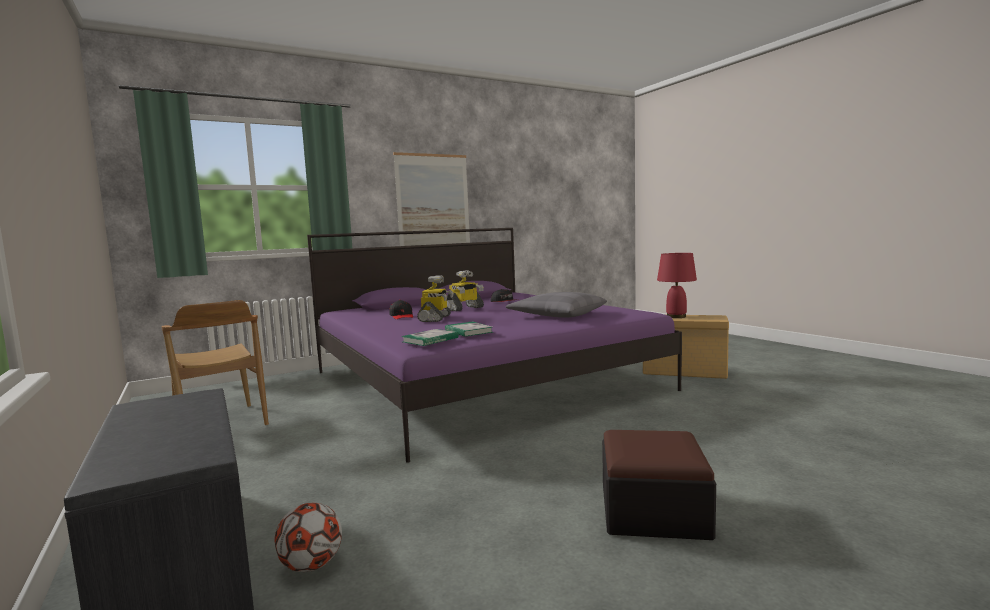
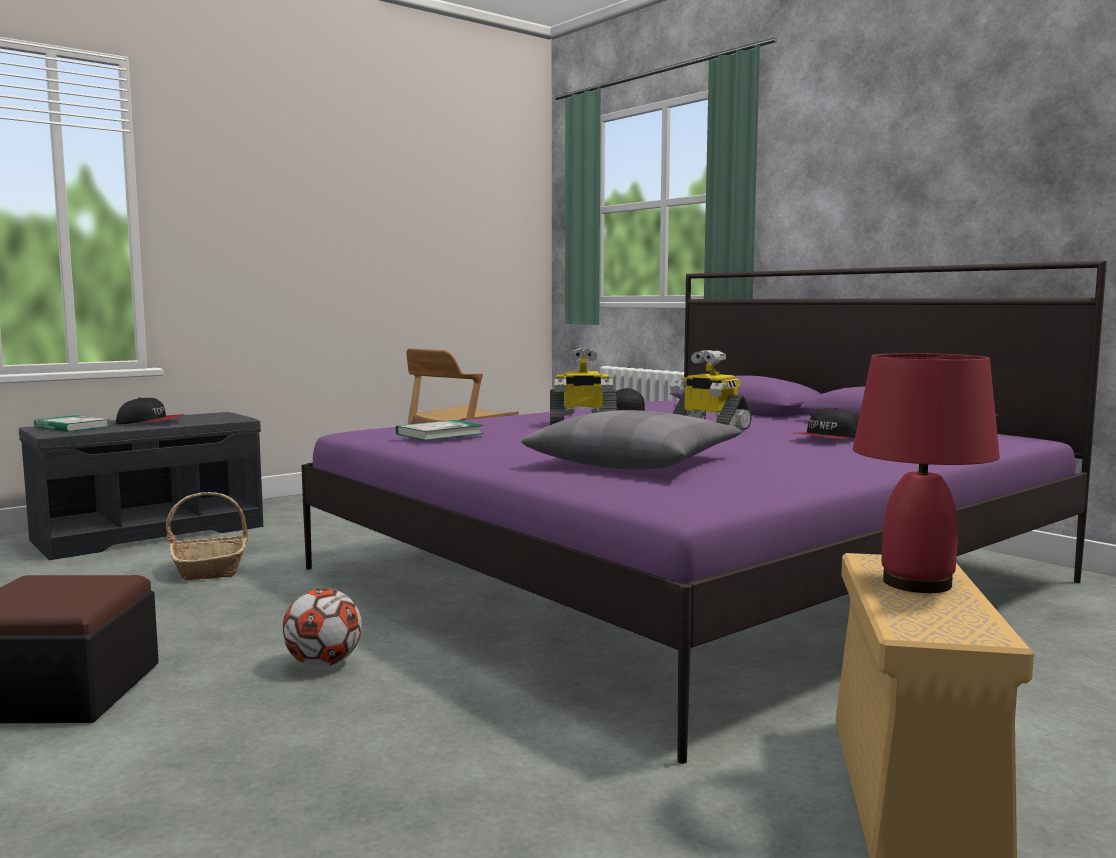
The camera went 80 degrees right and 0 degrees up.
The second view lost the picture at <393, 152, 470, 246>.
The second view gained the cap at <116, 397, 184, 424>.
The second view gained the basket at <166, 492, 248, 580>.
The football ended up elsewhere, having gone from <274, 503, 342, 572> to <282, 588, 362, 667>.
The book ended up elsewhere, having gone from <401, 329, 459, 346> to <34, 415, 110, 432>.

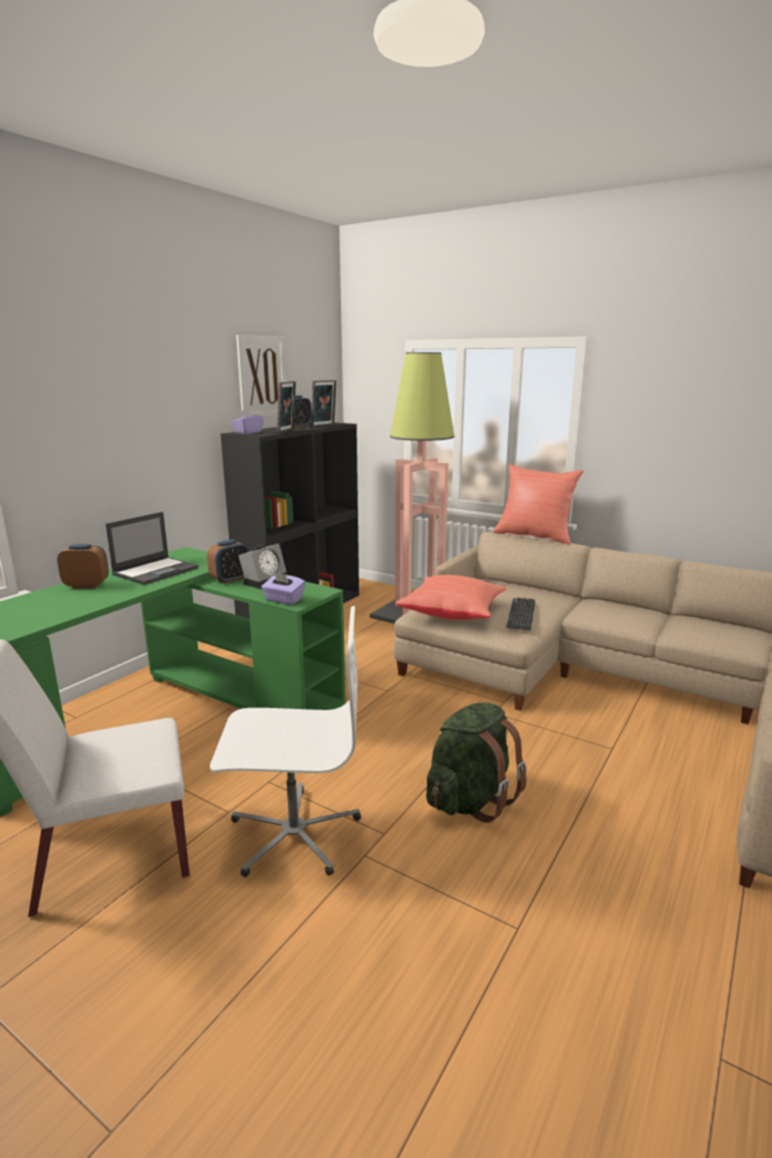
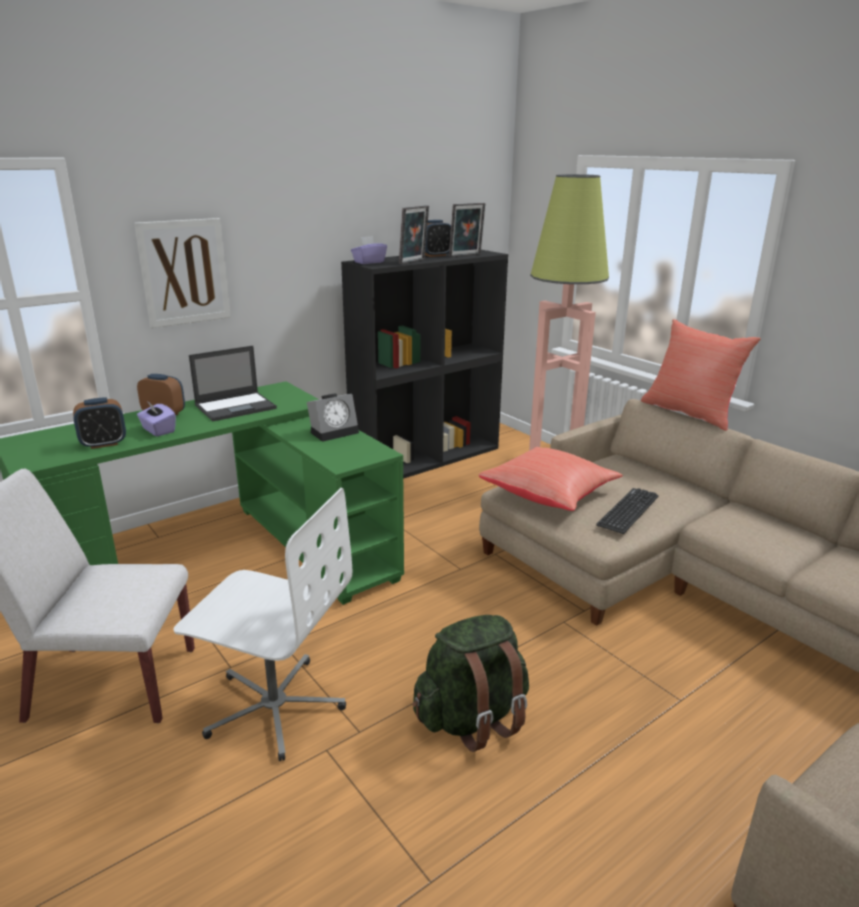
The camera went 20 degrees right and 5 degrees up.
The alarm clock ended up elsewhere, having gone from <207, 539, 249, 584> to <73, 397, 126, 449>.
The picture ended up elsewhere, having gone from <236, 335, 285, 417> to <134, 218, 231, 328>.
The purple tissue box ended up elsewhere, having gone from <261, 572, 305, 605> to <137, 401, 176, 437>.

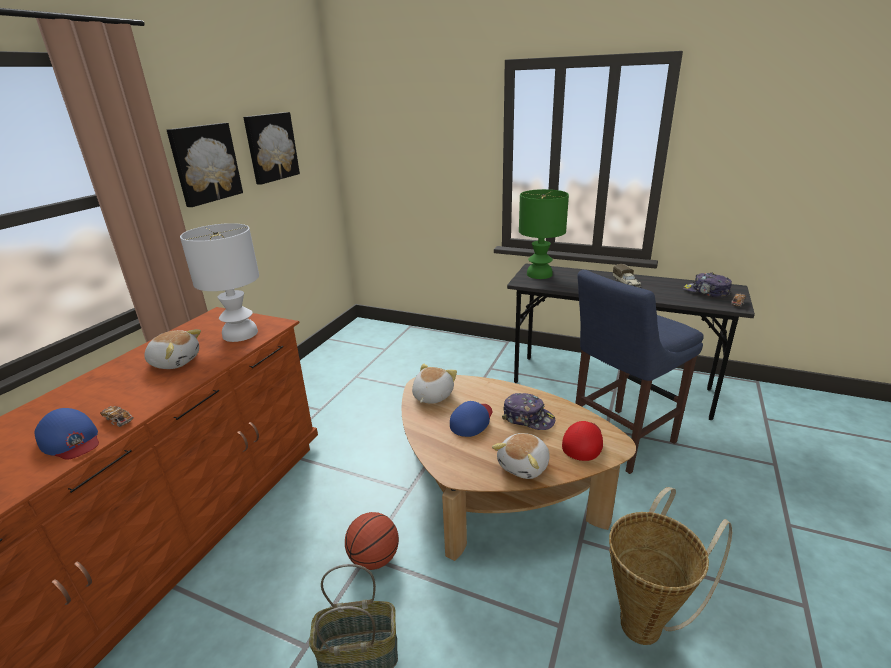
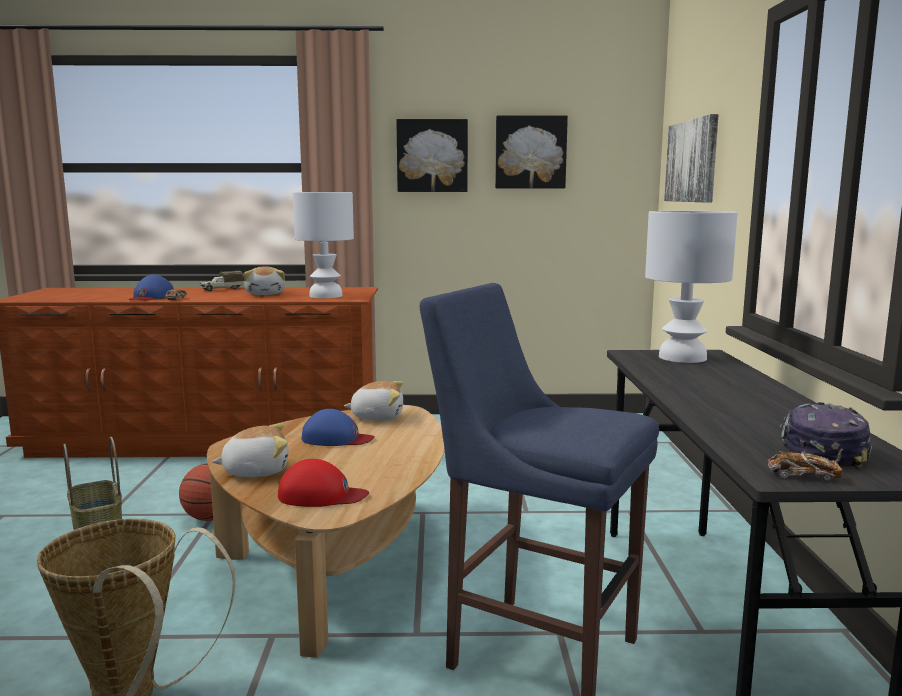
The camera went 65 degrees right and 15 degrees down.
The second view lost the cap at <502, 393, 555, 430>.
The second view gained the picture at <664, 114, 718, 202>.
The toy truck ended up elsewhere, having gone from <613, 264, 641, 288> to <200, 271, 243, 291>.
What was the green table lamp at <519, 189, 569, 279> turned into the white table lamp at <645, 211, 738, 363>.
The plush toy at <492, 433, 550, 479> ended up facing another way, 150 degrees clockwise from before.

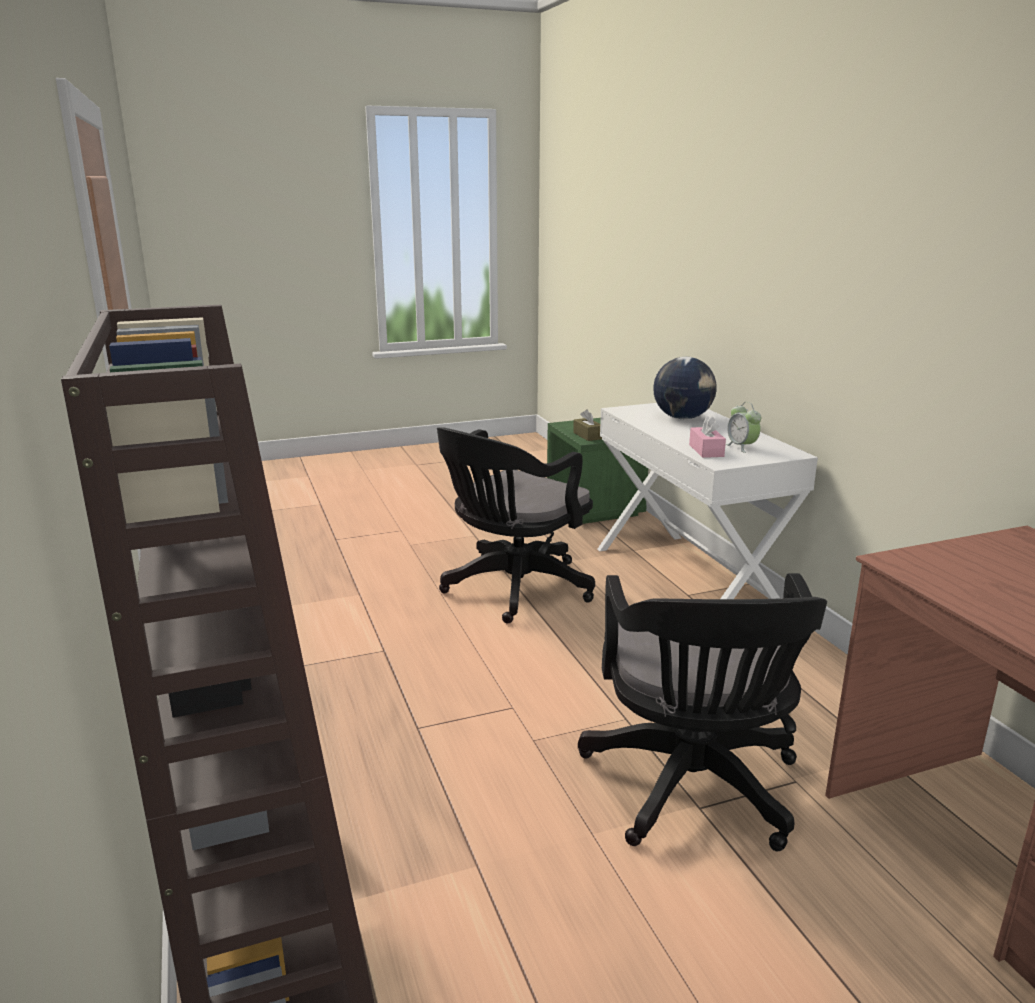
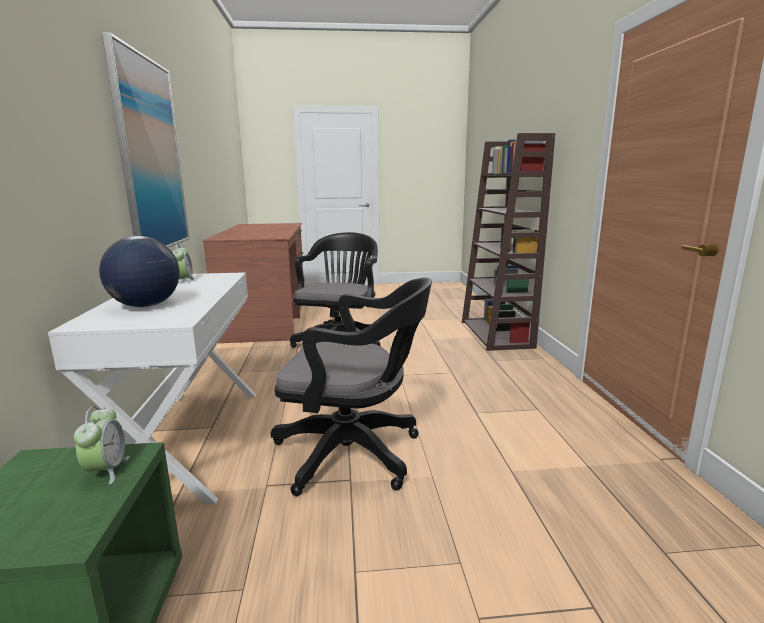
The camera went 165 degrees left and 5 degrees down.
The second view lost the pink tissue box at <689, 416, 726, 458>.
The second view gained the picture at <102, 32, 189, 248>.
Where the brown tissue box stood at <573, 409, 602, 441>, the alarm clock came to stand at <74, 406, 129, 484>.
The black office chair at <437, 427, 595, 624> ended up facing another way, 45 degrees clockwise from before.

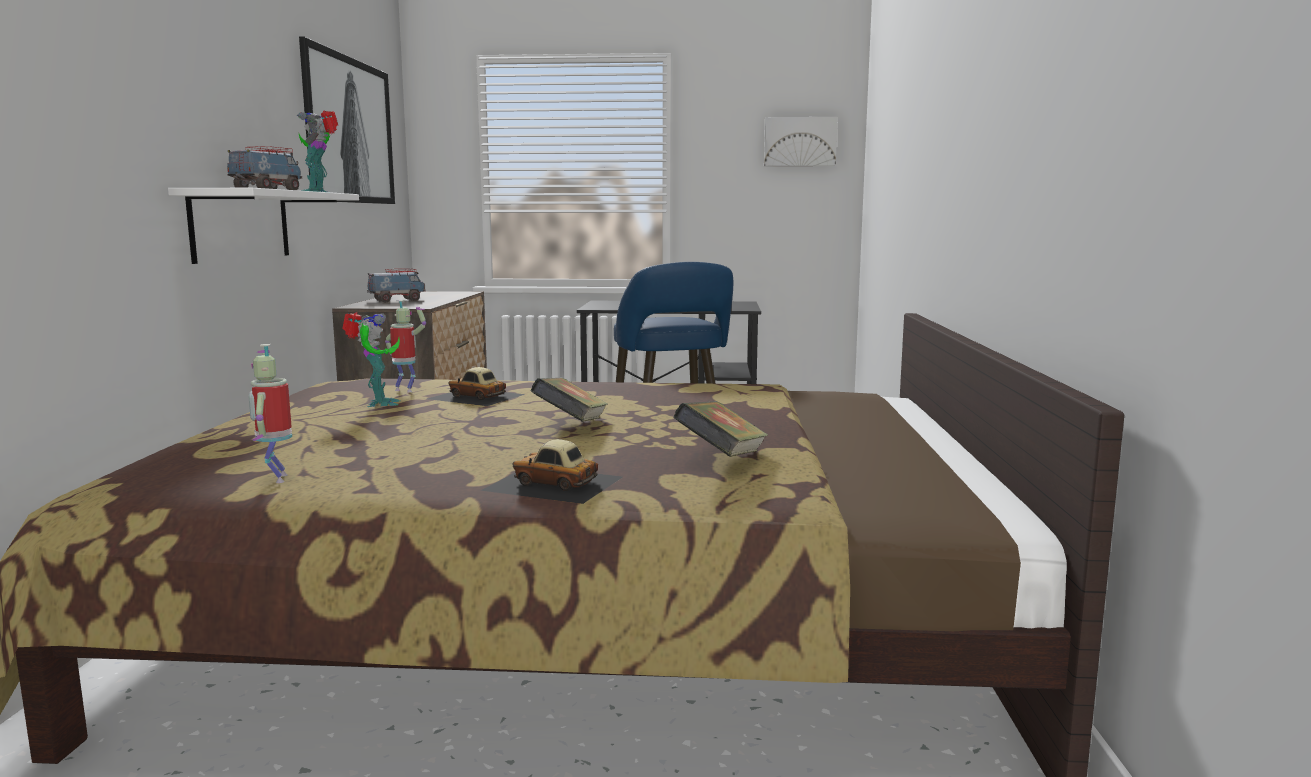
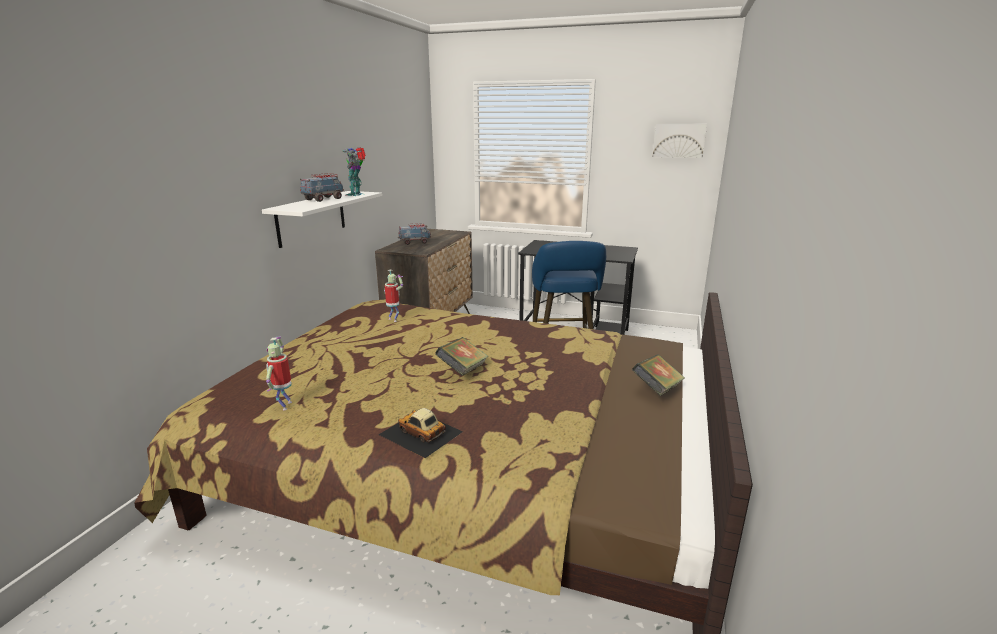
The camera went 15 degrees right and 10 degrees up.
The second view lost the picture at <299, 36, 395, 204>.
The second view lost the toy robot at <342, 312, 400, 407>.
The second view lost the toy car at <427, 367, 525, 406>.
The book ended up elsewhere, having gone from <674, 401, 768, 457> to <632, 354, 685, 396>.

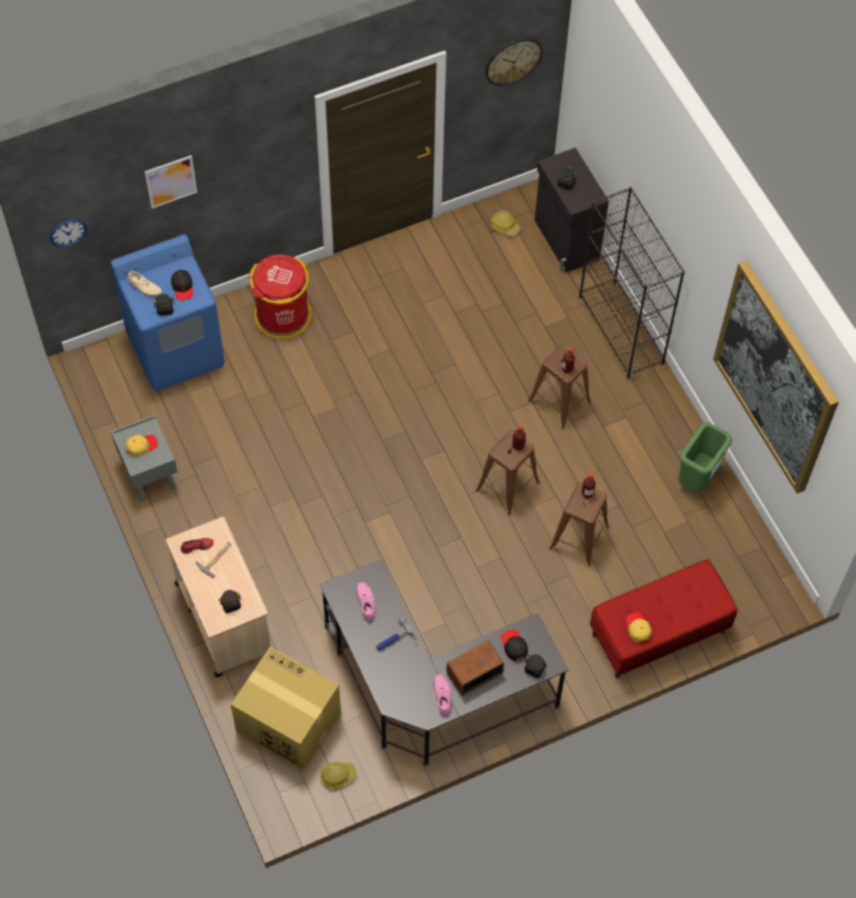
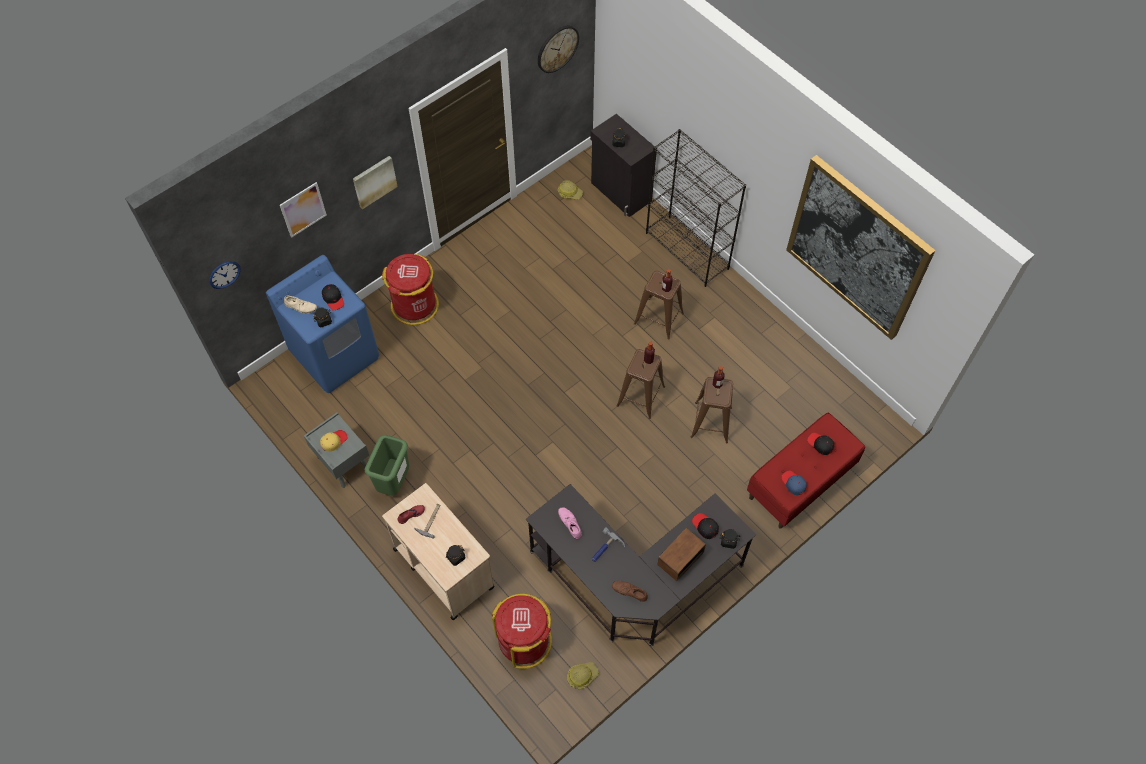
The camera went 15 degrees left and 0 degrees up.
The second view lost the pink shoe at <434, 675, 451, 716>.
The second view gained the picture at <353, 156, 398, 209>.
The second view gained the brown shoe at <612, 581, 648, 602>.
The second view gained the black cap at <807, 433, 834, 455>.
The green trash can ended up elsewhere, having gone from <679, 423, 732, 493> to <365, 435, 409, 496>.
Where the cardboard box stood at <231, 647, 341, 770>, the red trash can came to stand at <492, 594, 552, 669>.
What was the yellow cap at <626, 612, 651, 643> turned into the blue cap at <781, 471, 807, 495>.

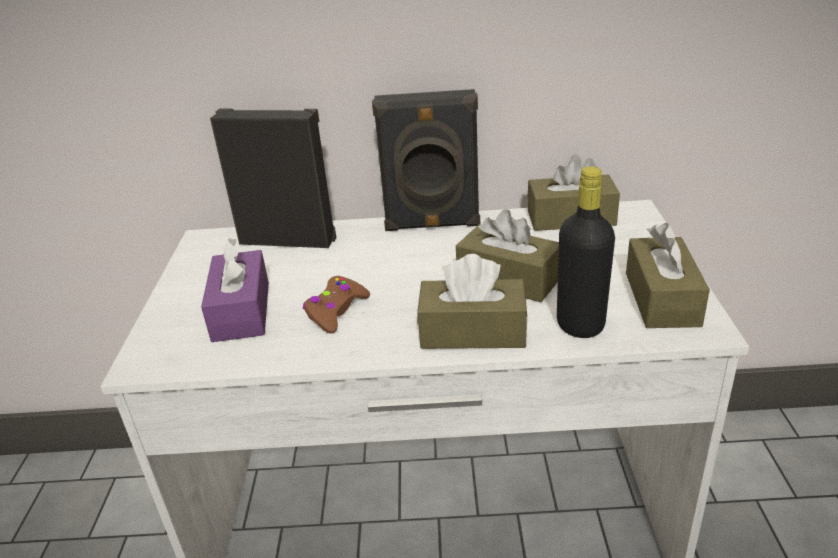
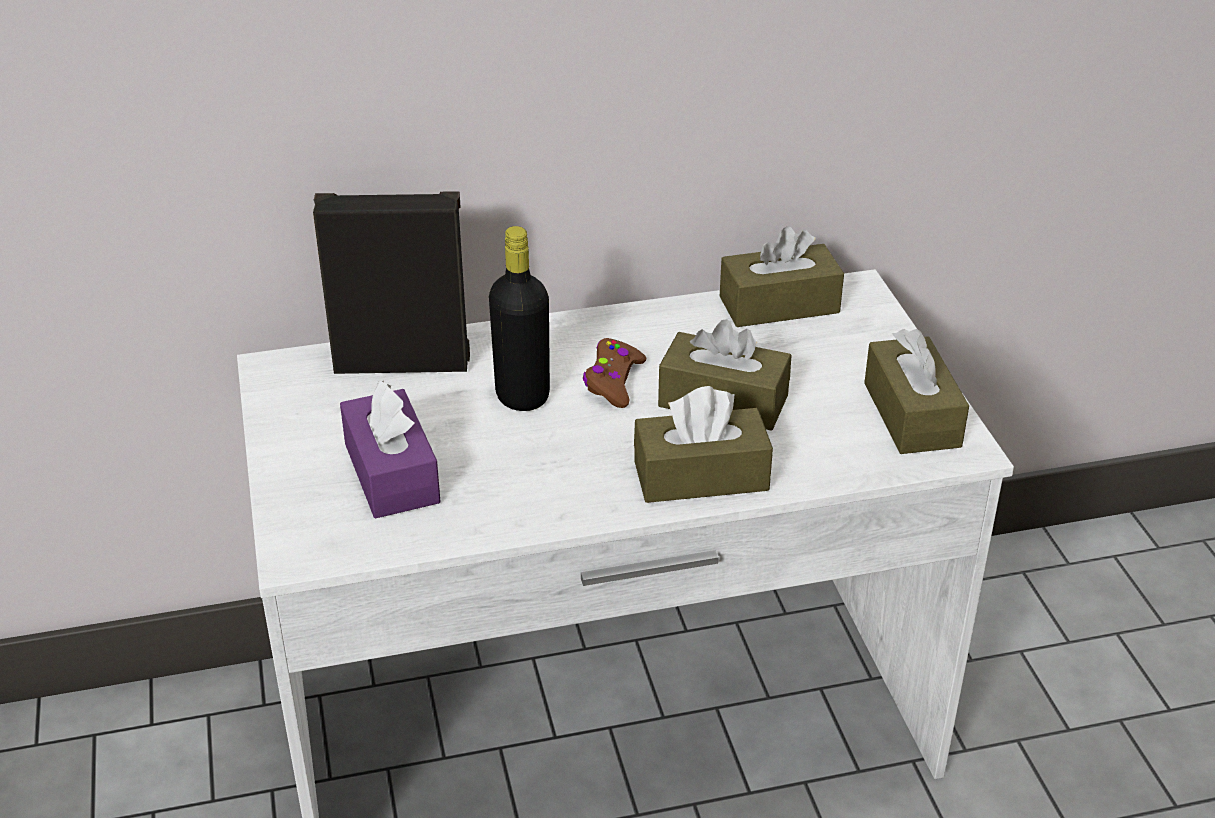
The camera went 15 degrees left and 5 degrees up.
The second view lost the black speaker at <372, 89, 480, 231>.
The brown game controller ended up elsewhere, having gone from <303, 276, 370, 334> to <583, 338, 647, 408>.
The black bottle ended up elsewhere, having gone from <557, 166, 615, 338> to <489, 226, 550, 411>.

